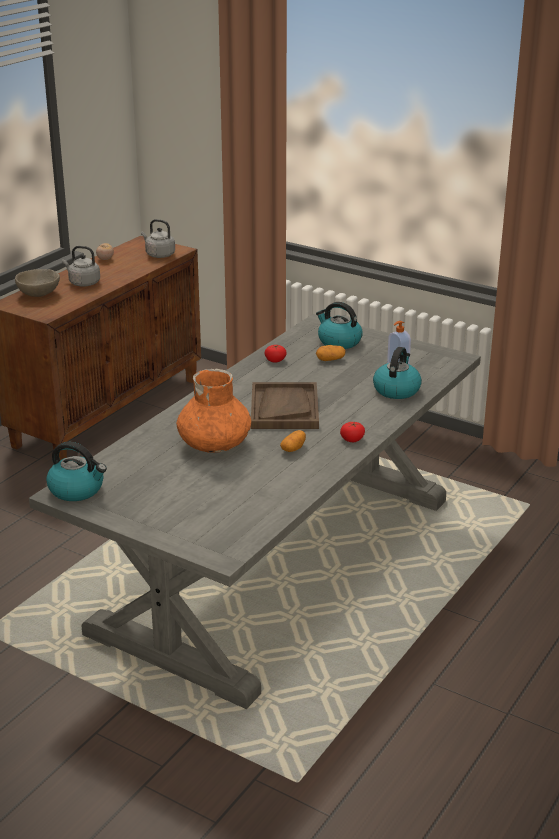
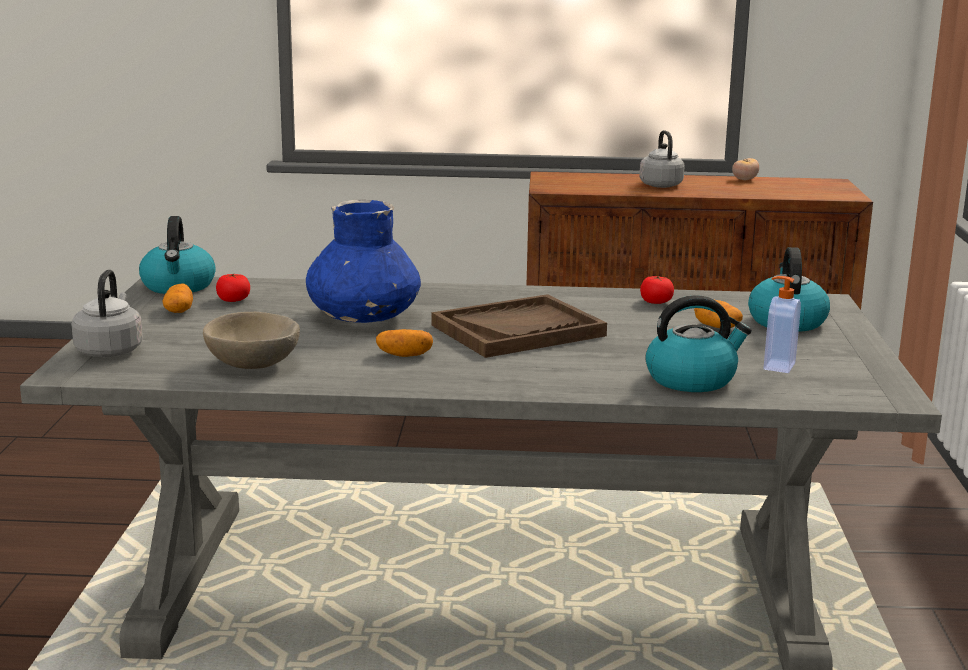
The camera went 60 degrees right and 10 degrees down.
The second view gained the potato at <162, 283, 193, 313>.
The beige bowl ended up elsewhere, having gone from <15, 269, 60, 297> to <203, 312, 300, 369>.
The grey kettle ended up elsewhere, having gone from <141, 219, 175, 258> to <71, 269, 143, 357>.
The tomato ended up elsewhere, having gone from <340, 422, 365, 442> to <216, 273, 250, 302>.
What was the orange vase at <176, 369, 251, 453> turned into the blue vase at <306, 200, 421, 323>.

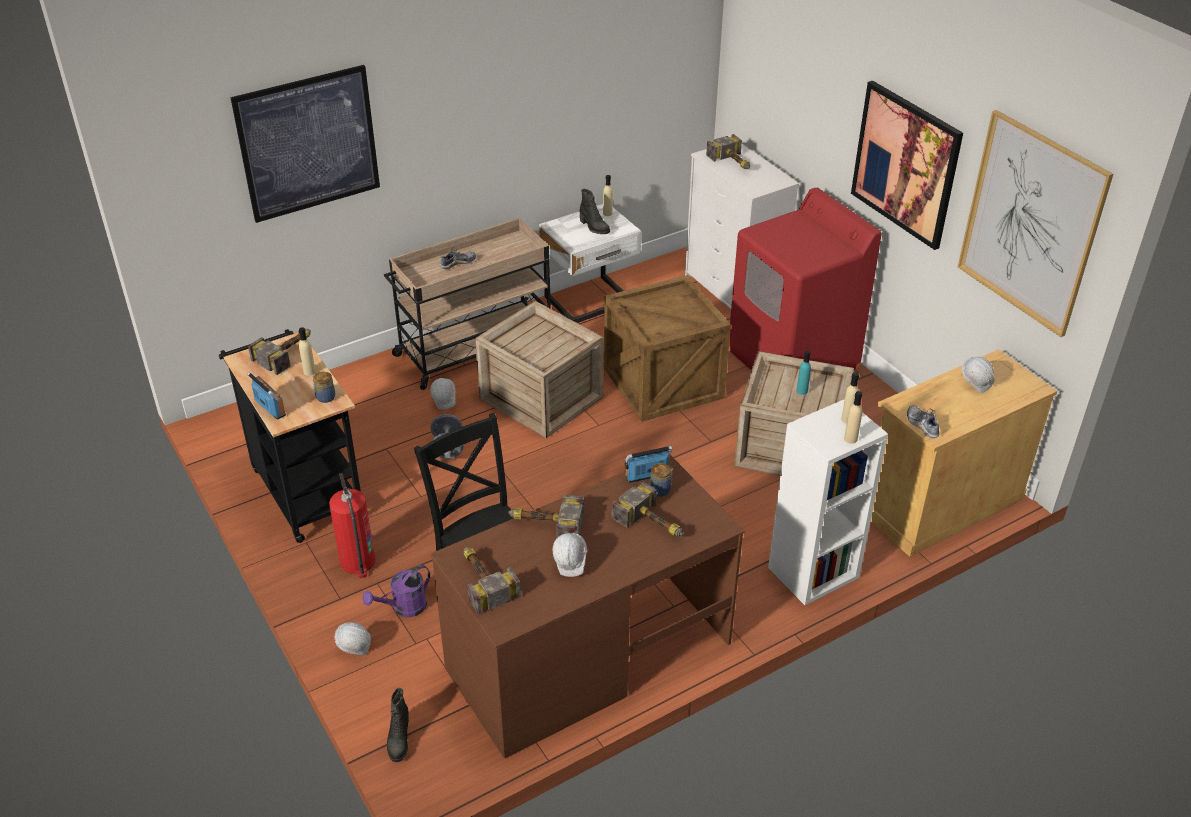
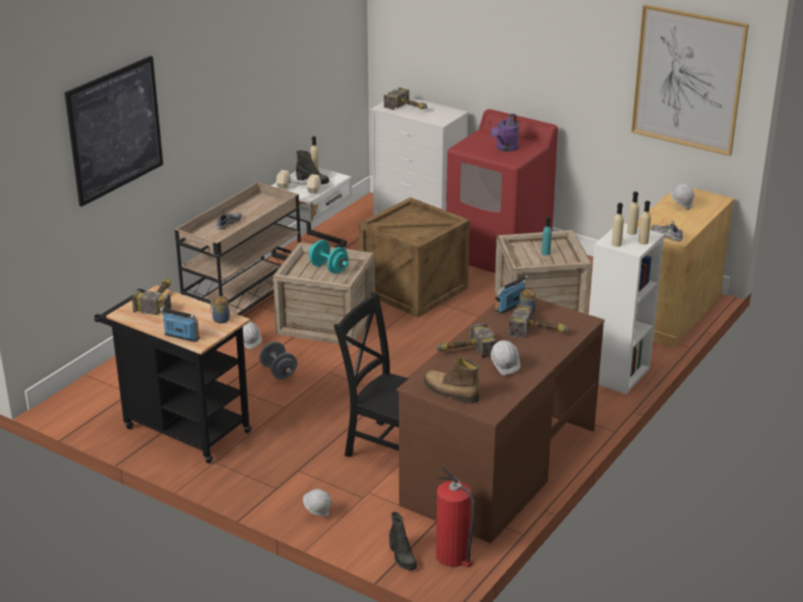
The camera went 25 degrees left and 10 degrees down.
The second view lost the picture at <851, 81, 963, 250>.
The second view gained the beige dumbbell at <276, 170, 321, 194>.
The second view gained the turquoise dumbbell at <309, 240, 349, 274>.
The beige bottle ended up elsewhere, having gone from <299, 327, 316, 376> to <612, 203, 624, 247>.
The fire extinguisher ended up elsewhere, having gone from <329, 473, 376, 578> to <436, 466, 475, 567>.
The purple watering can ended up elsewhere, having gone from <362, 565, 430, 617> to <491, 114, 519, 152>.
Where the hammer stood at <464, 547, 521, 615>, the boot came to stand at <423, 357, 479, 404>.

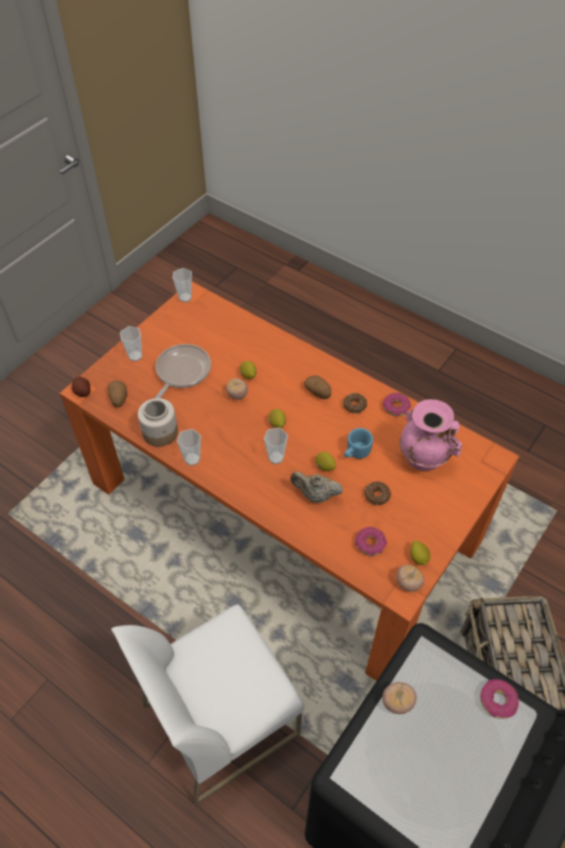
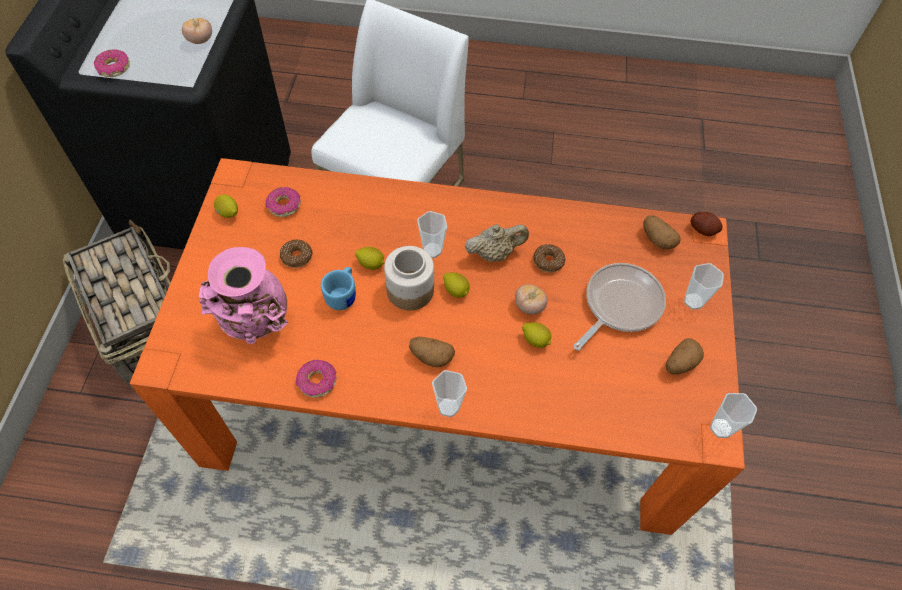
The camera went 150 degrees right and 5 degrees up.
The second view lost the tomato at <397, 565, 424, 591>.
The second view gained the potato at <666, 338, 704, 374>.
The jar ended up elsewhere, having gone from <138, 398, 178, 447> to <384, 246, 434, 310>.
The cup ended up elsewhere, having gone from <177, 429, 201, 466> to <432, 370, 467, 417>.
The beige teapot ended up elsewhere, having gone from <290, 472, 343, 503> to <465, 224, 529, 262>.
The donut ended up elsewhere, having gone from <343, 393, 367, 414> to <533, 244, 565, 273>.
The frying pan at <155, 344, 211, 398> ended up facing another way, 135 degrees counterclockwise from before.

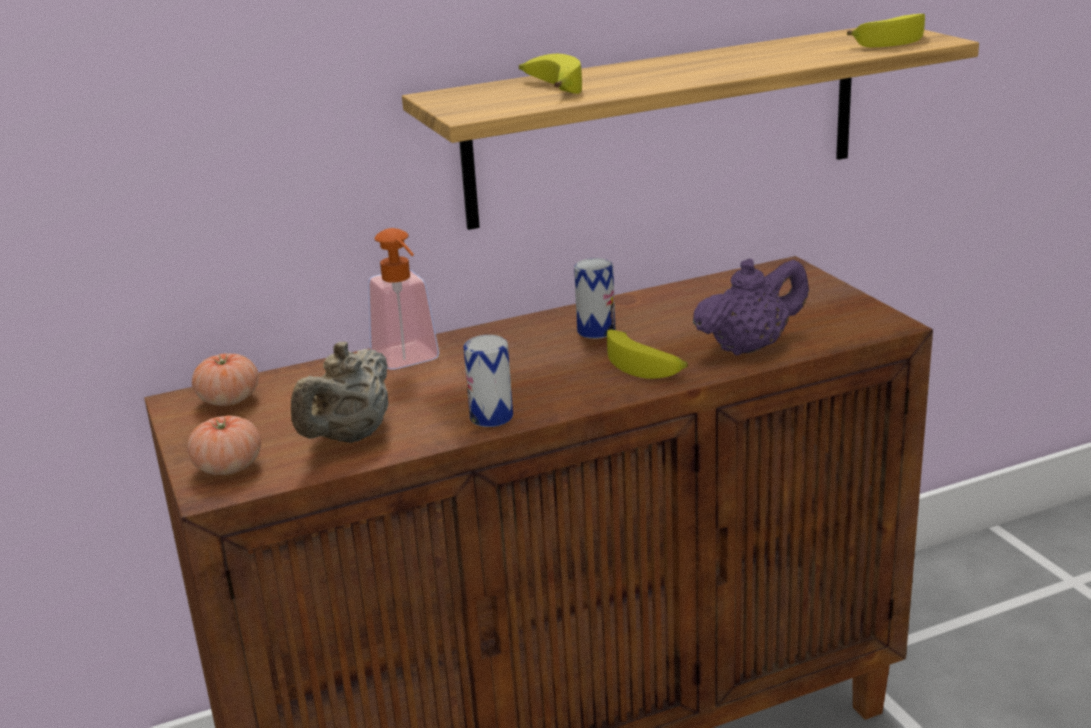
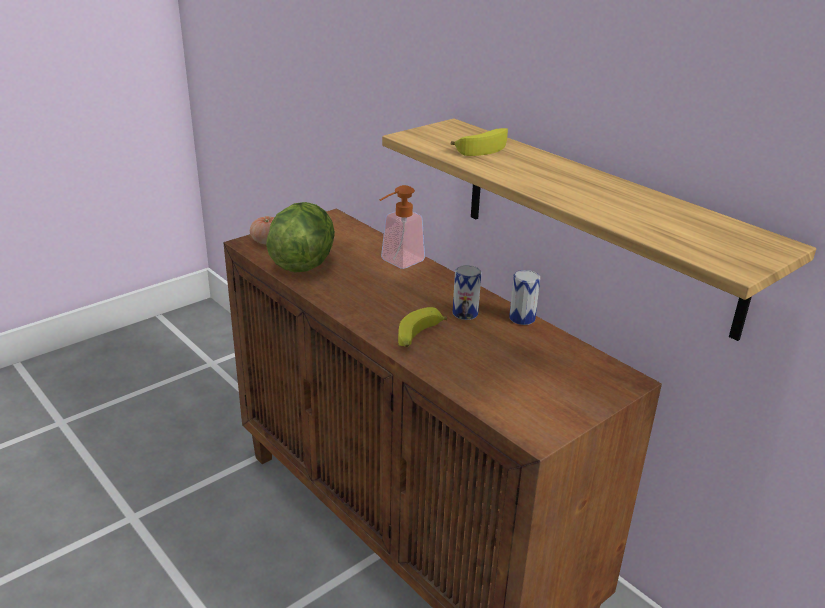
The camera went 70 degrees right and 5 degrees up.
The second view lost the tomato at <192, 353, 258, 406>.
The second view lost the purple teapot at <693, 259, 809, 355>.
The second view lost the banana at <847, 14, 925, 48>.
The can ended up elsewhere, having gone from <463, 335, 513, 427> to <509, 270, 540, 325>.
Where the beige teapot stood at <291, 341, 388, 443>, the lettuce came to stand at <266, 202, 335, 273>.

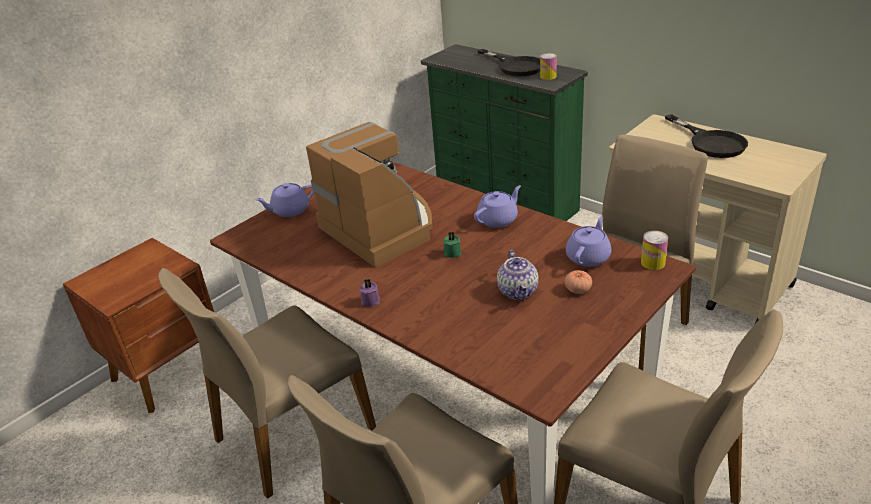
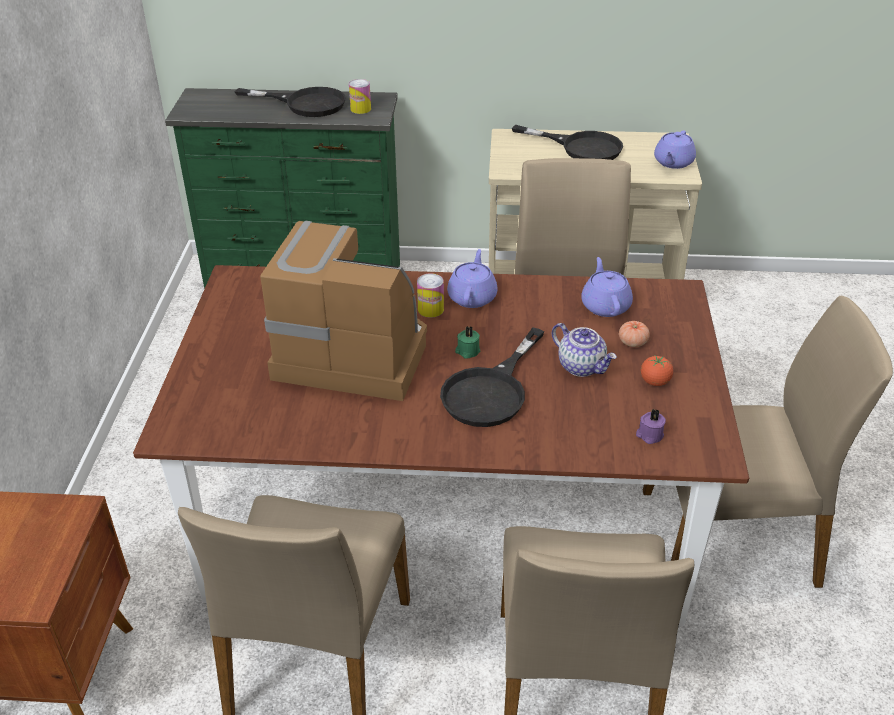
The camera went 40 degrees left and 5 degrees up.
The second view gained the black frying pan at <440, 327, 544, 427>.
The second view gained the tomato at <641, 355, 673, 386>.
The purple teapot ended up elsewhere, having gone from <255, 183, 315, 217> to <654, 130, 696, 169>.
The purple candle ended up elsewhere, having gone from <359, 279, 380, 307> to <636, 409, 666, 444>.
The can ended up elsewhere, having gone from <641, 231, 668, 270> to <417, 273, 444, 318>.

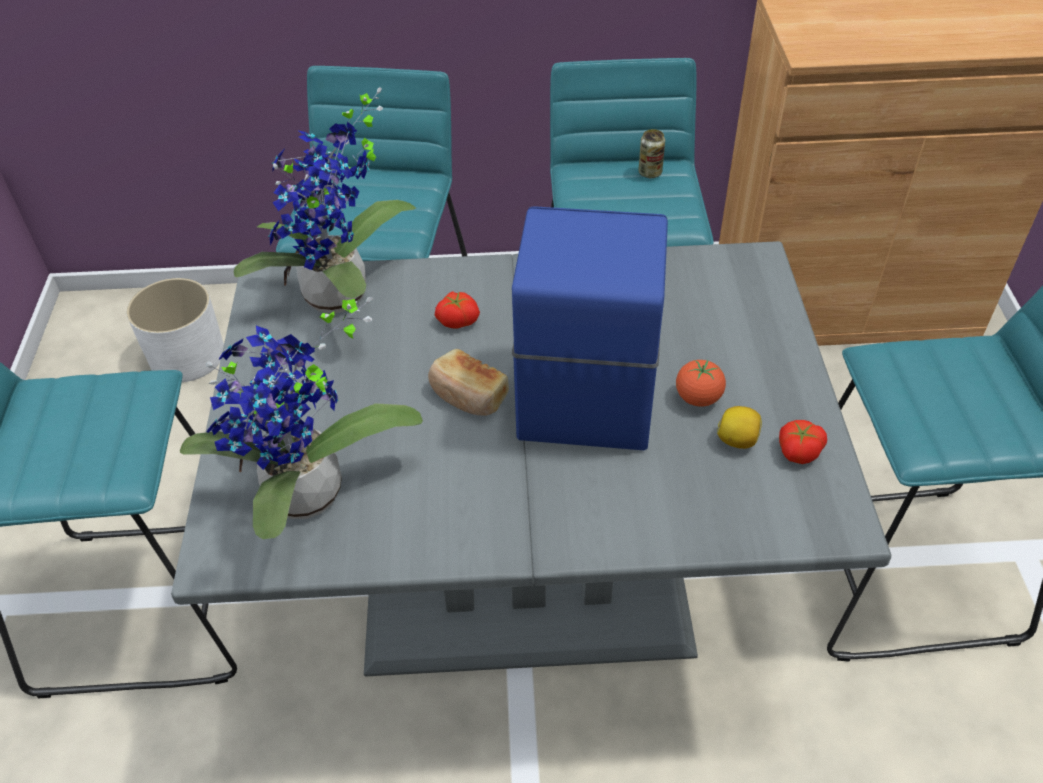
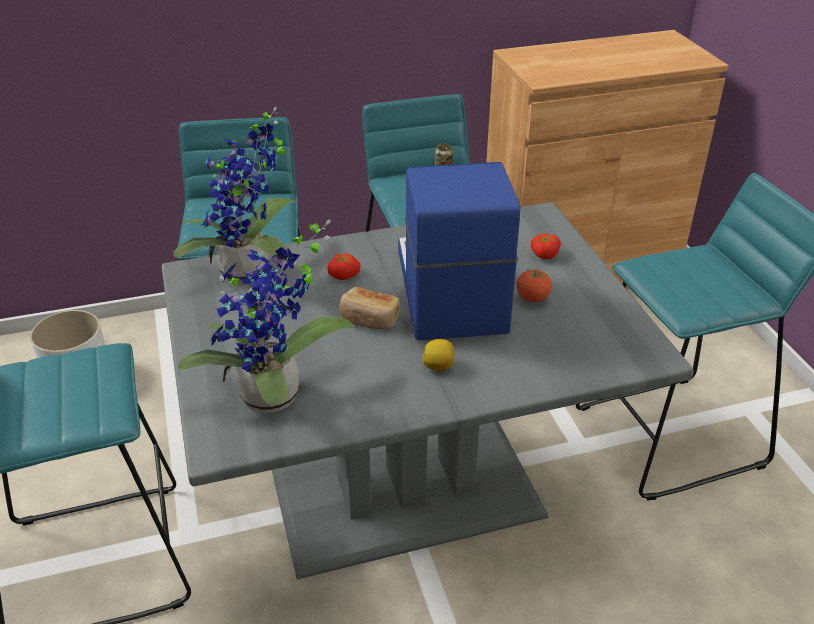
The camera went 15 degrees left and 10 degrees down.
The lemon ended up elsewhere, having gone from <717, 406, 762, 449> to <422, 339, 454, 371>.
The tomato ended up elsewhere, having gone from <779, 420, 827, 464> to <531, 233, 561, 259>.

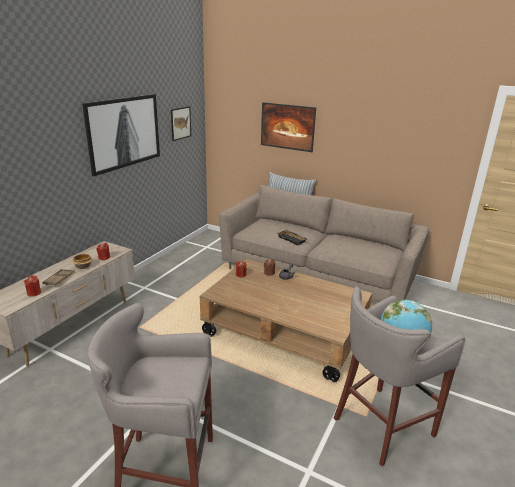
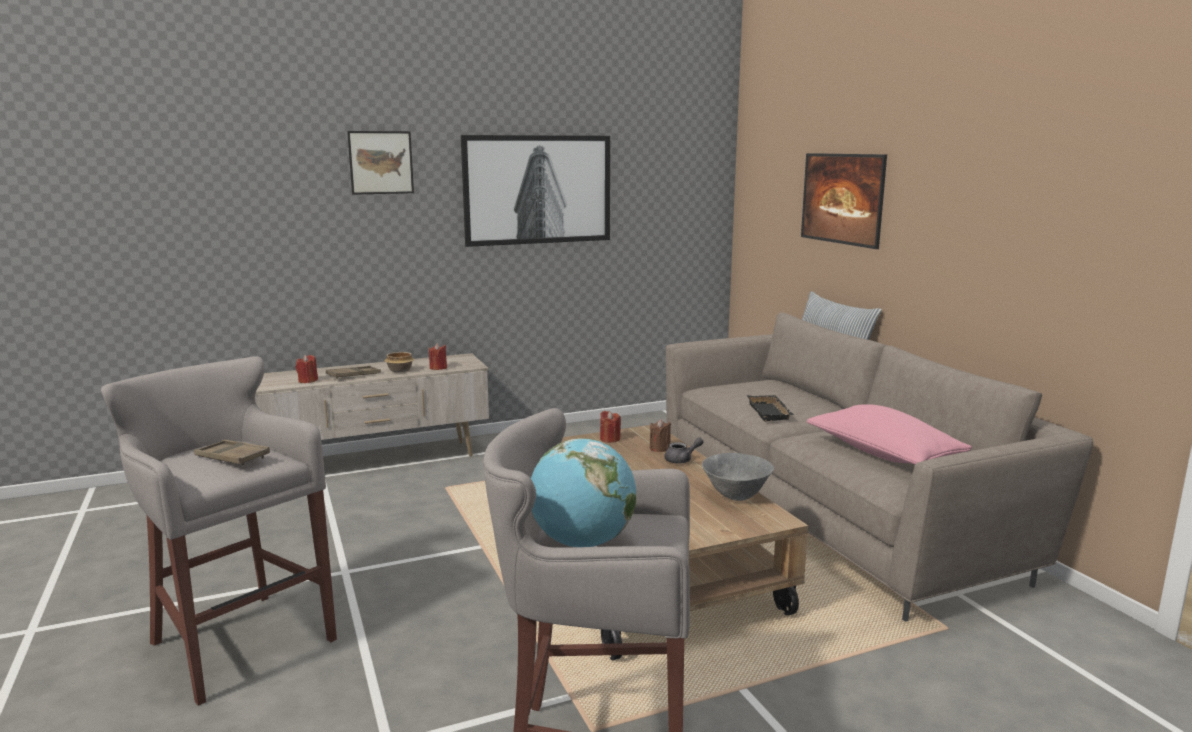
The camera went 40 degrees right and 10 degrees down.
The second view gained the brown tray at <194, 440, 270, 466>.
The second view gained the grey bowl at <702, 453, 774, 501>.
The second view gained the pink pillow at <807, 404, 972, 465>.
The picture ended up elsewhere, having gone from <171, 106, 191, 141> to <347, 131, 414, 195>.

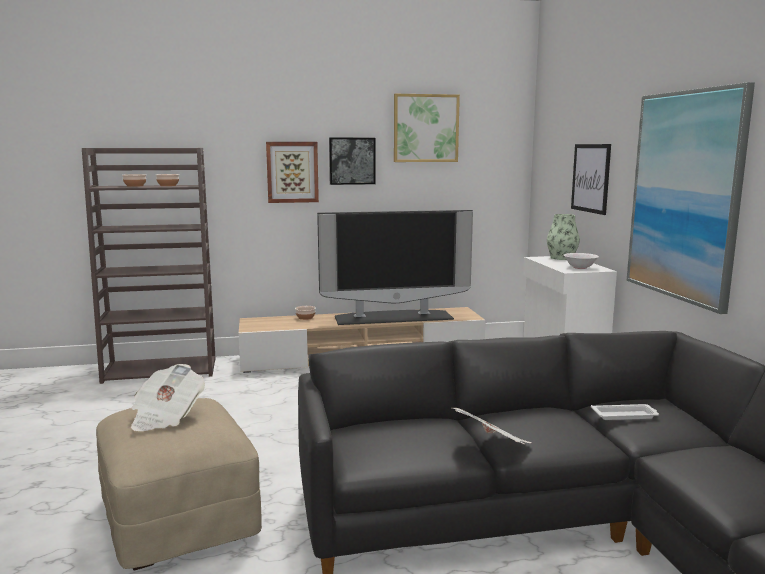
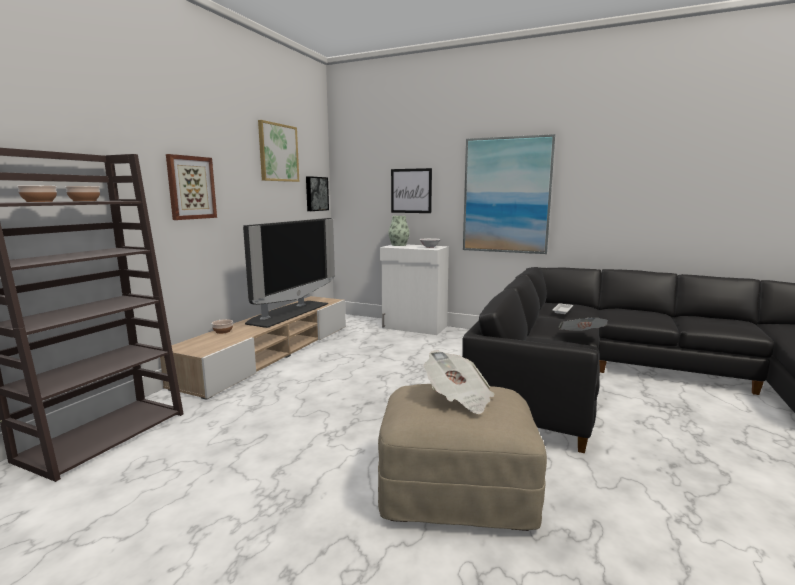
The camera went 55 degrees left and 0 degrees up.
The picture ended up elsewhere, having gone from <329, 138, 376, 185> to <306, 176, 329, 211>.

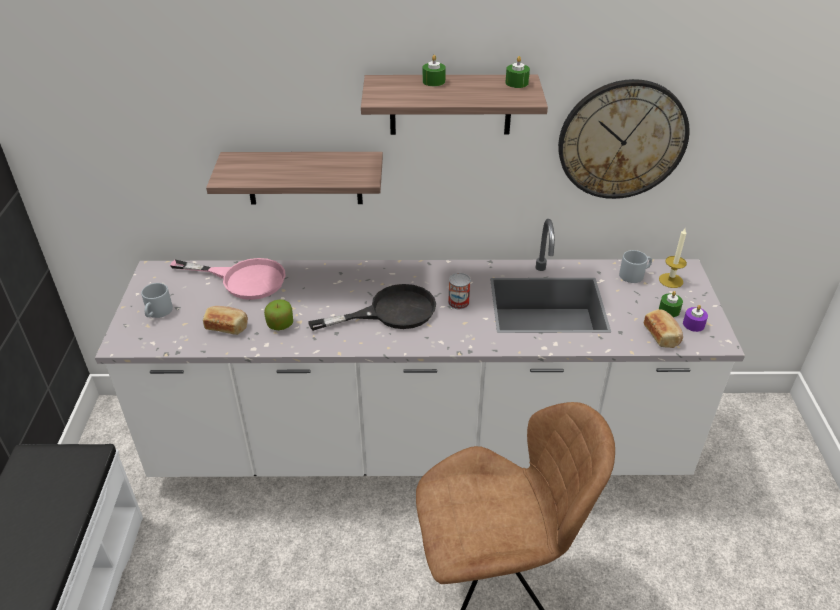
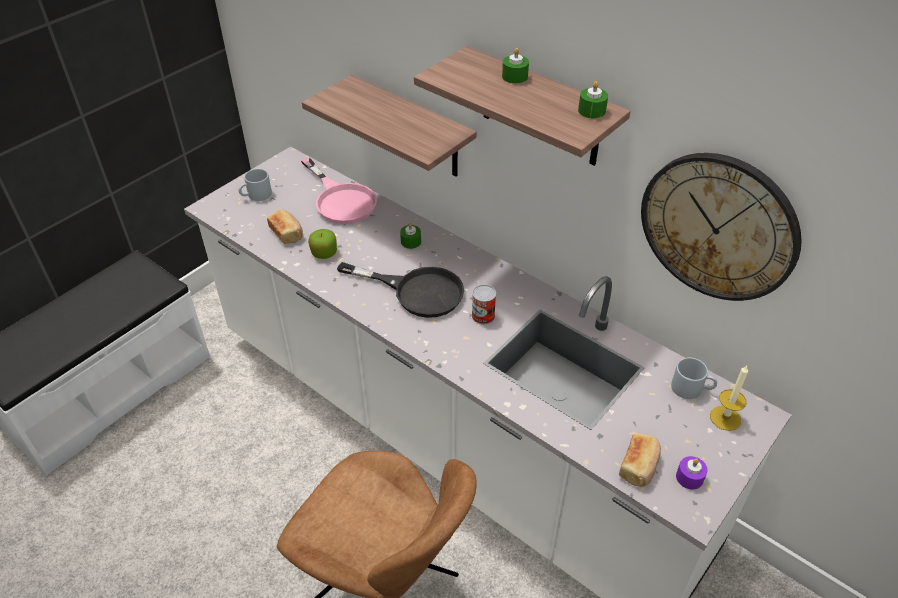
The camera went 40 degrees right and 5 degrees up.
The green candle ended up elsewhere, having gone from <659, 291, 683, 317> to <400, 223, 421, 249>.

